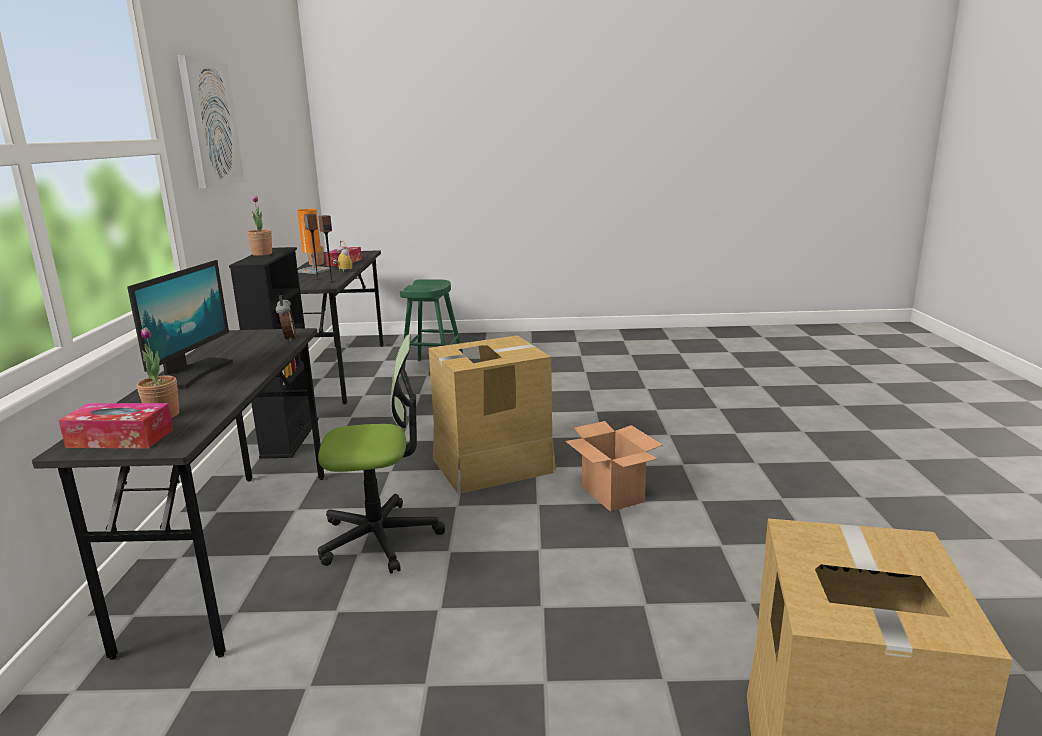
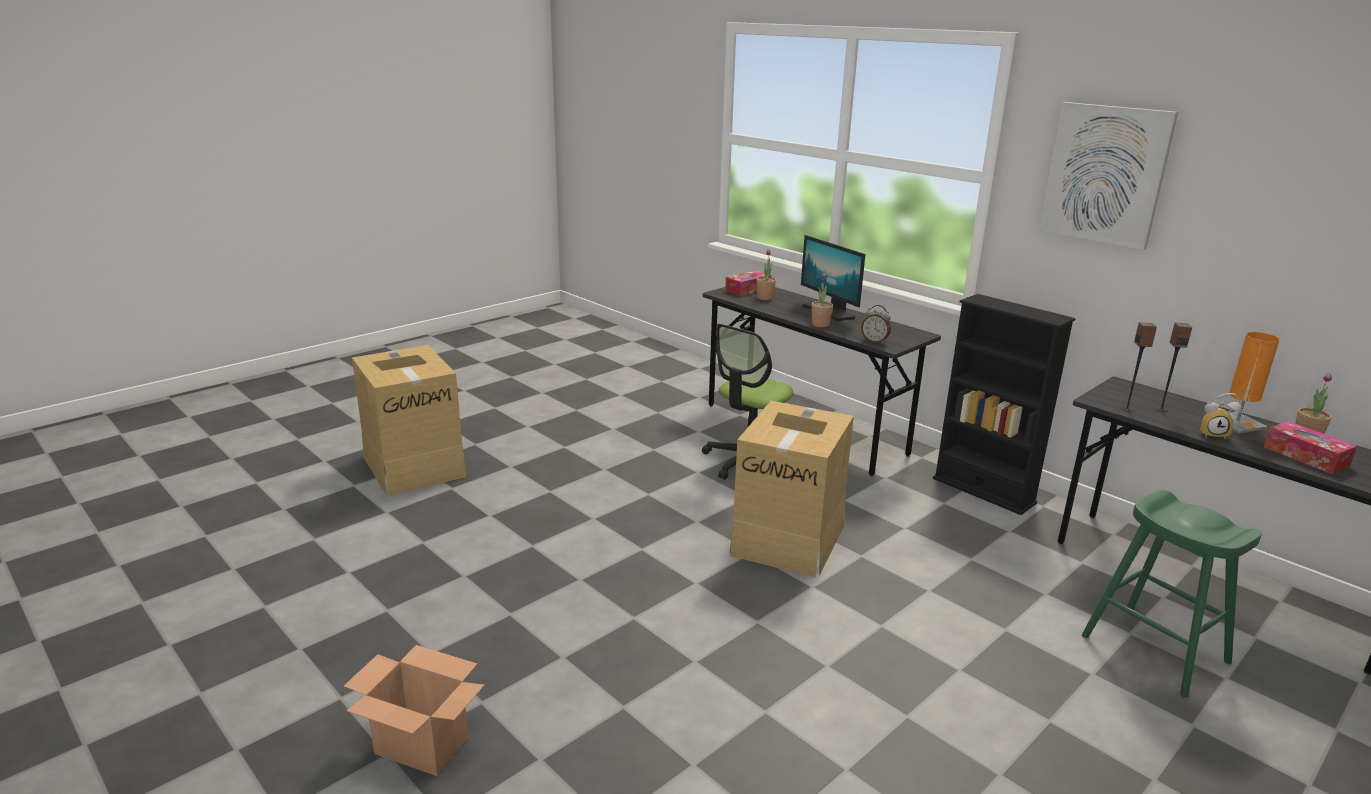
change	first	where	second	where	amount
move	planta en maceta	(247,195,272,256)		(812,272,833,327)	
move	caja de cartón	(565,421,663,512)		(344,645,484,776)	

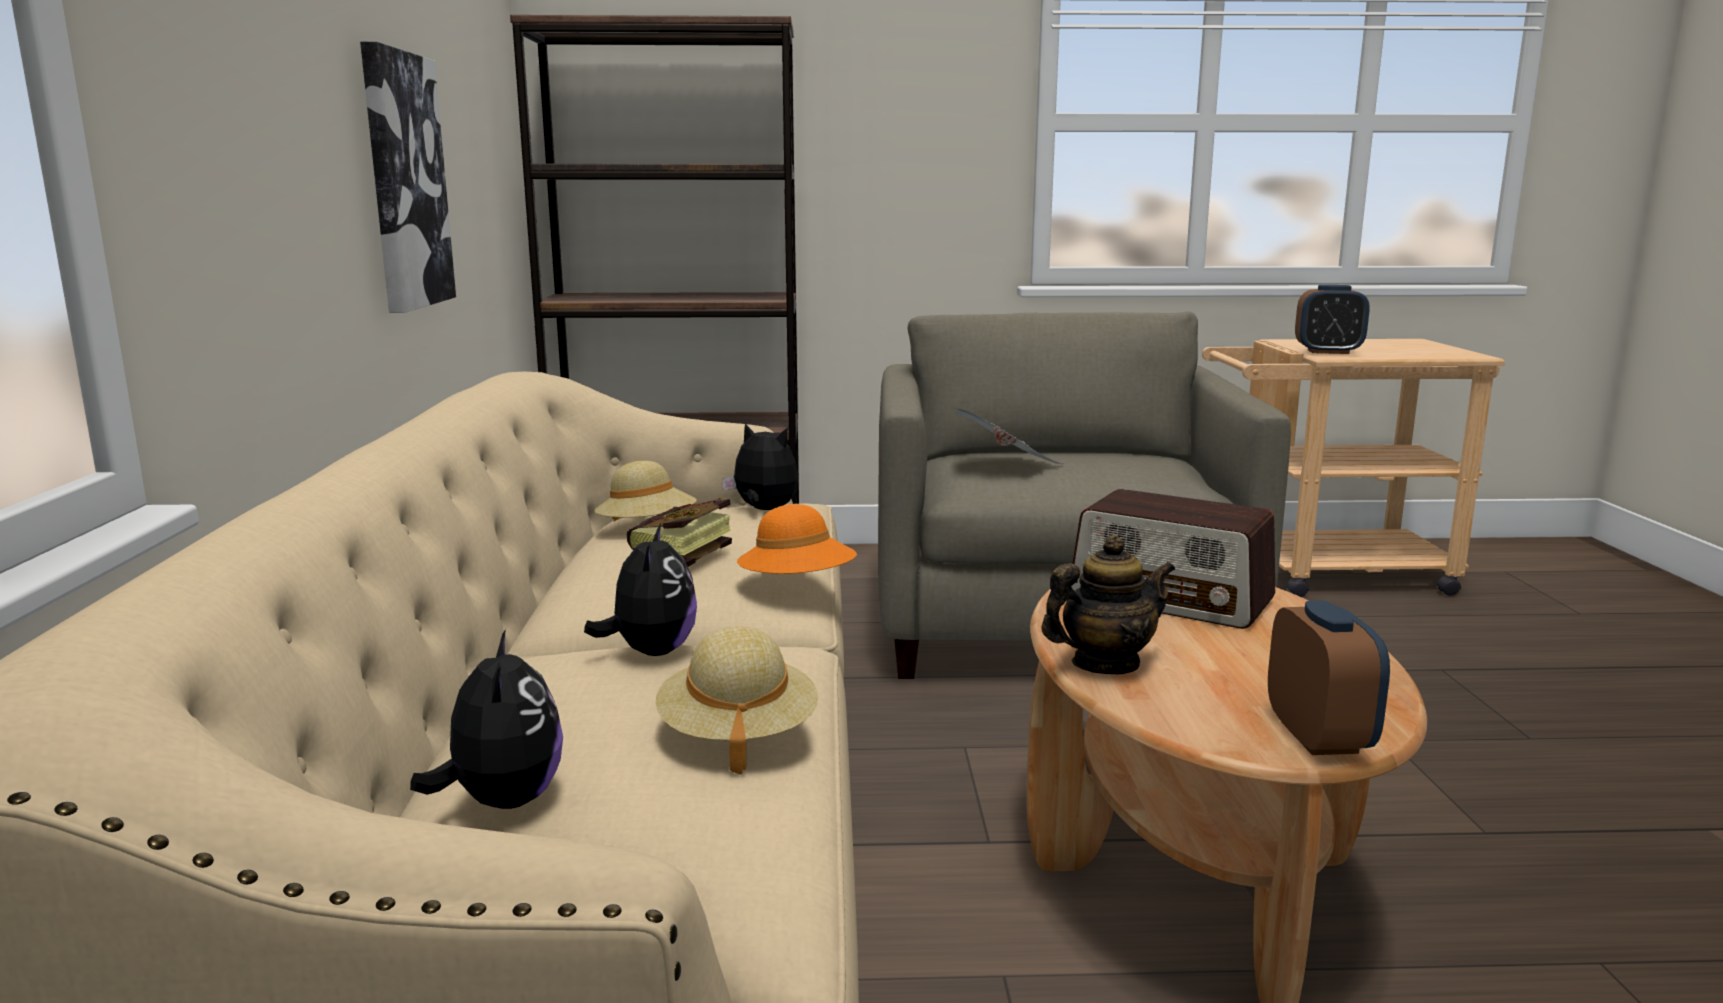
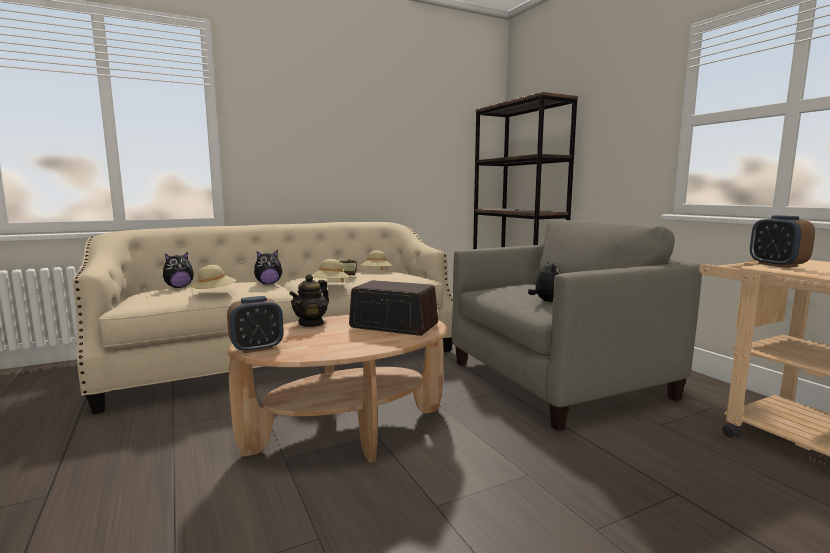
change	first	where	second	where	amount
delete	cuadro	(360,42,456,313)			
move	peluche	(722,423,799,510)		(528,260,561,302)	
recolor	sombrero/naranja	(737,504,857,574)	sombrero/beis	(312,259,350,283)	
delete	periódico	(953,408,1062,464)			
rotate	tetera	(1041,535,1175,674)		(289,274,329,327)	75 degrees clockwise
rotate	radio	(1071,489,1275,629)		(349,280,438,336)	105 degrees clockwise

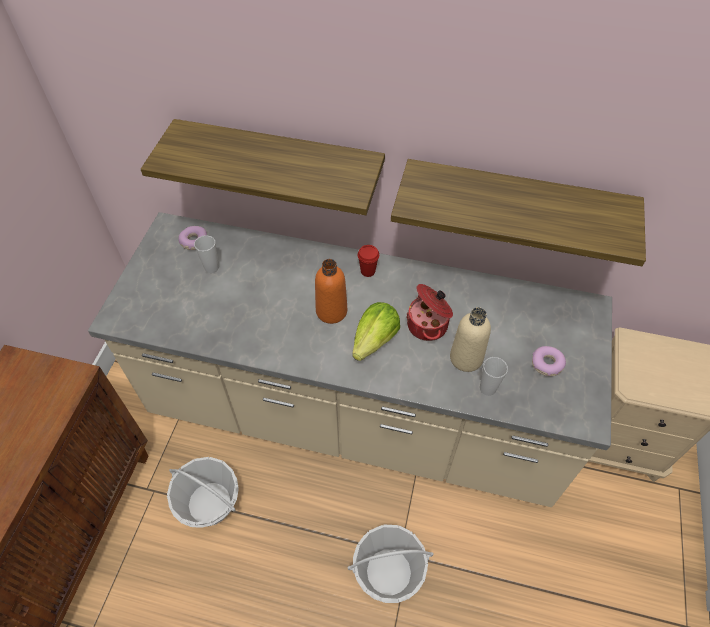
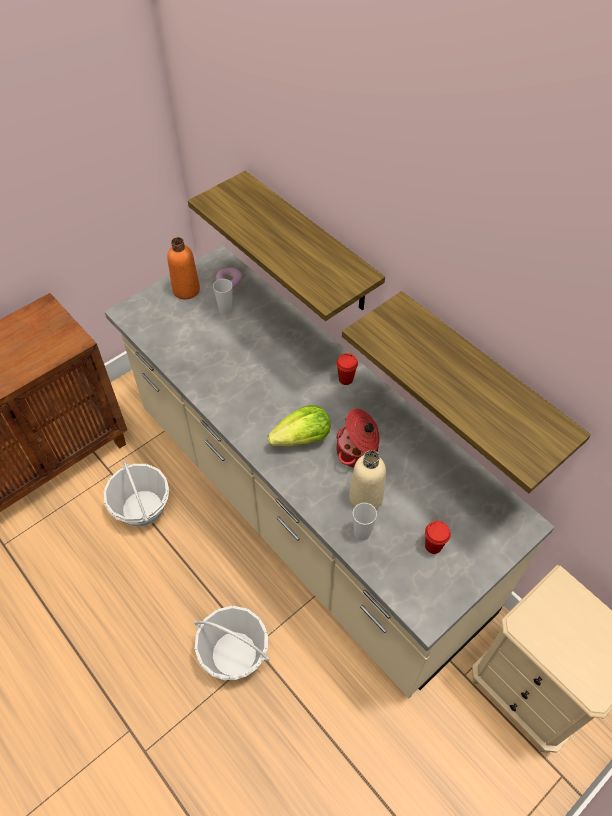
change	first	where	second	where	amount
move	botella/naranja	(315,259,347,324)		(167,237,200,299)	
replace	rosquilla	(532,346,566,376)	taza/rojo	(425,521,451,554)	

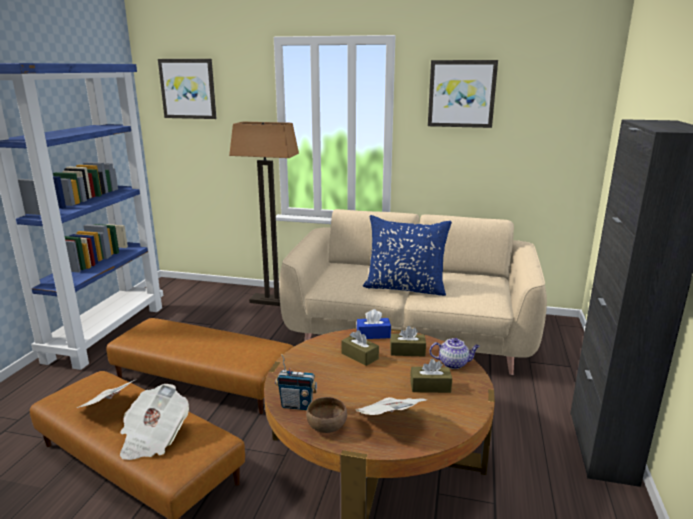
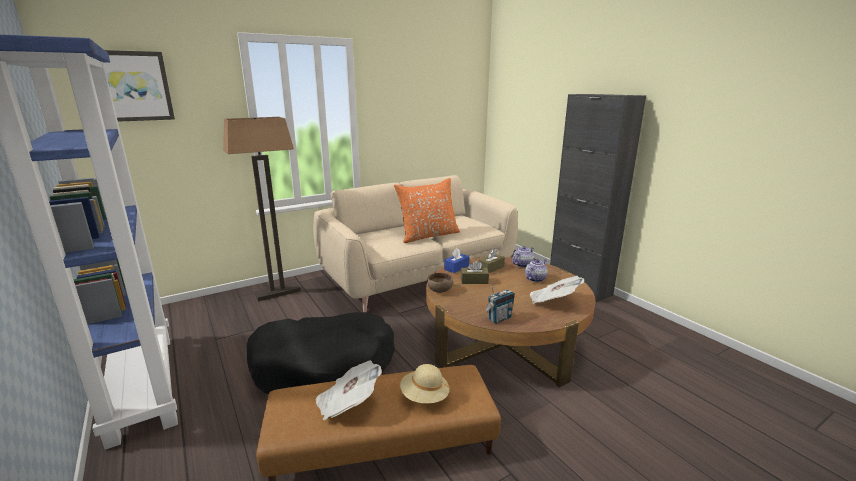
change	first	where	second	where	amount
replace	puf/marrón	(106,318,294,414)	cama para perro/negro	(247,312,395,395)	
replace	periódico	(120,384,189,460)	sombrero/beis	(400,364,450,403)	
move	cuenco/marrón	(306,397,347,433)		(427,273,453,293)	
recolor	cojín/azul	(363,215,452,296)	cojín/naranja	(394,178,460,243)	
replace	caja de pañuelos/marrón	(410,359,452,393)	tetera	(525,259,548,282)	
delete	cuadro	(428,60,498,128)			

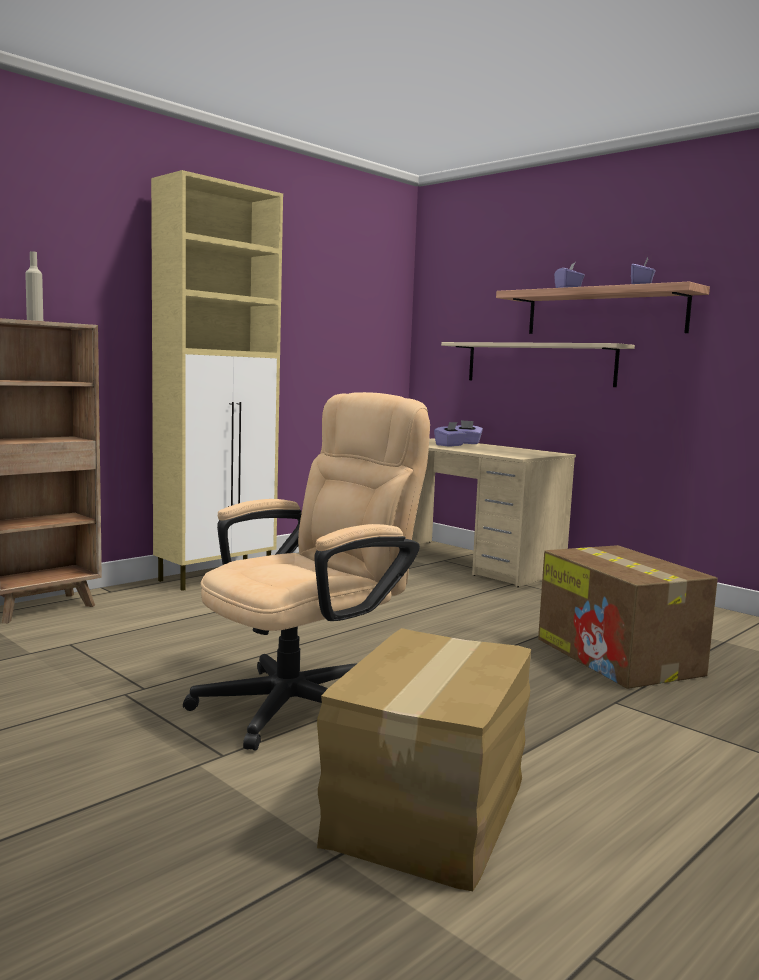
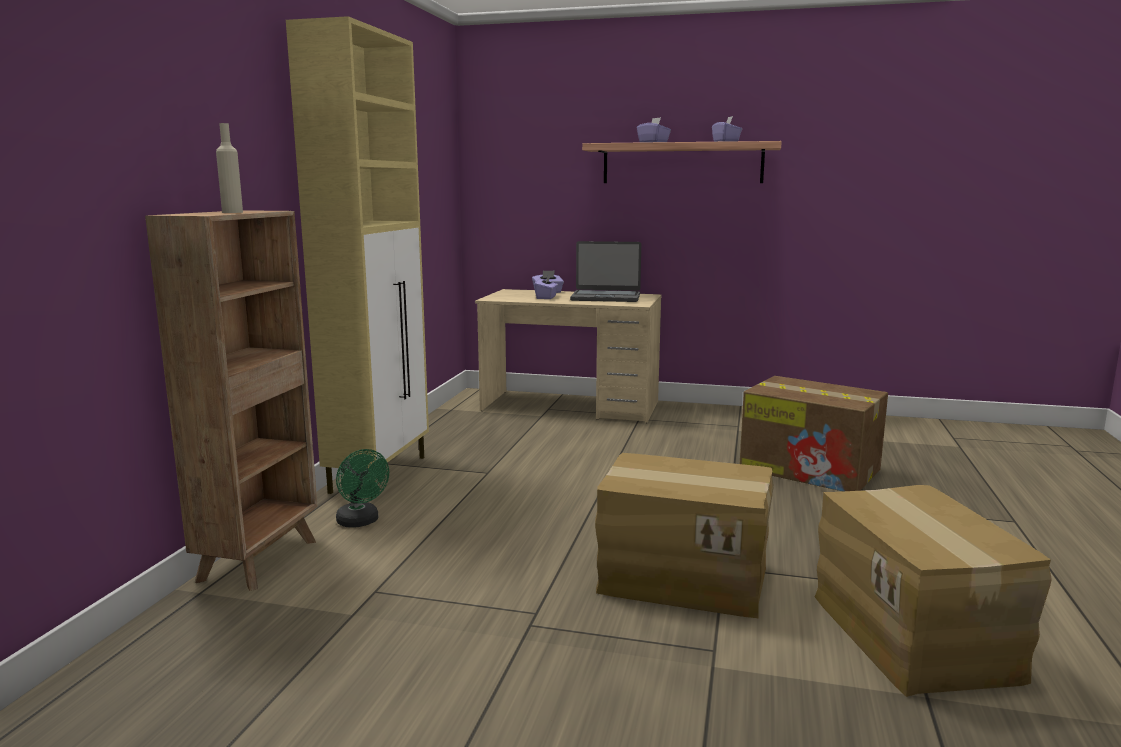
change	first	where	second	where	amount
replace	silla de oficina/beis	(183,392,430,750)	caja de cartón	(595,453,774,618)	
delete	estante/beis	(441,342,635,387)			
insert			ventilador/verde	(336,449,389,528)	
insert			portátil	(570,241,641,302)	

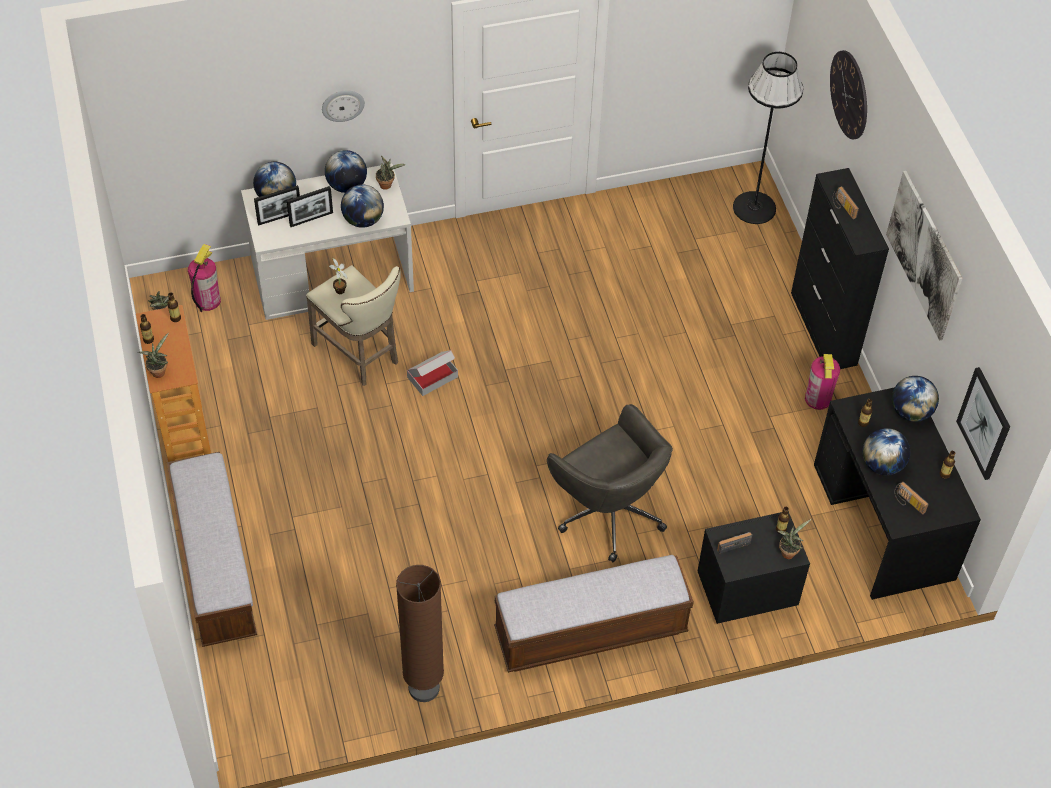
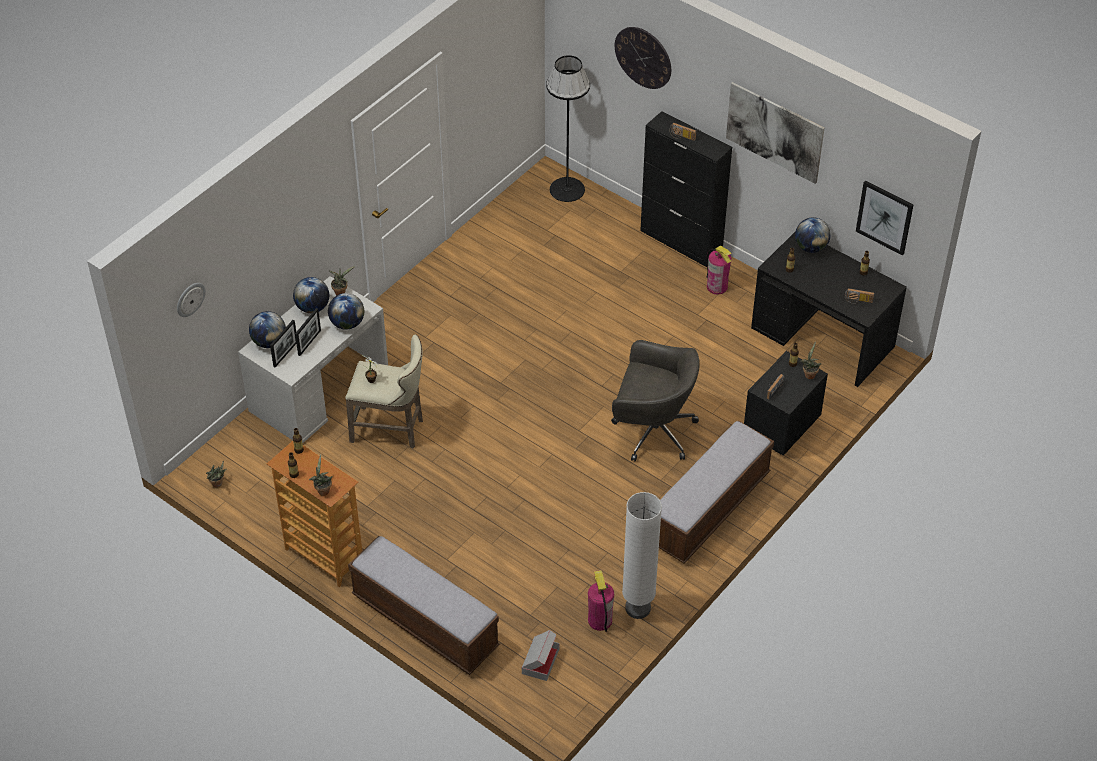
change	first	where	second	where	amount
move	extintor	(188,244,221,312)		(588,570,614,632)	
move	reloj de pared	(322,91,365,122)		(177,283,206,317)	
recolor	lámpara de pie/marrón	(396,565,444,702)	lámpara de pie/blanco	(622,492,662,619)	
move	caja de cartón	(407,350,458,396)		(522,630,559,681)	
delete	globo terráqueo	(863,428,910,475)			

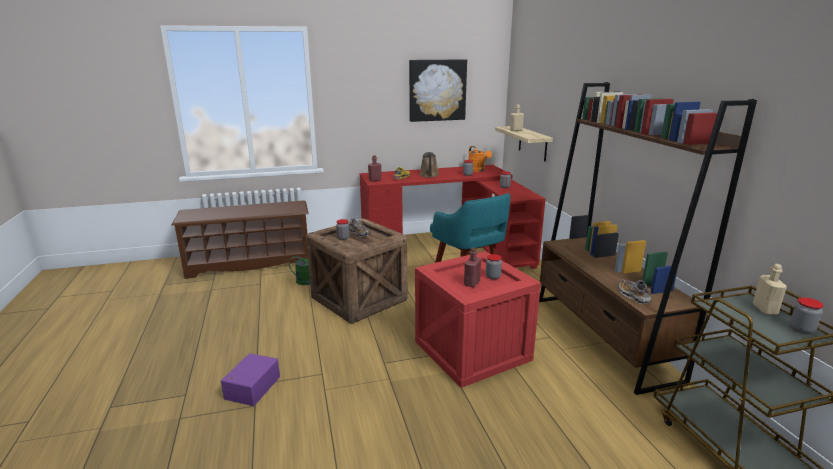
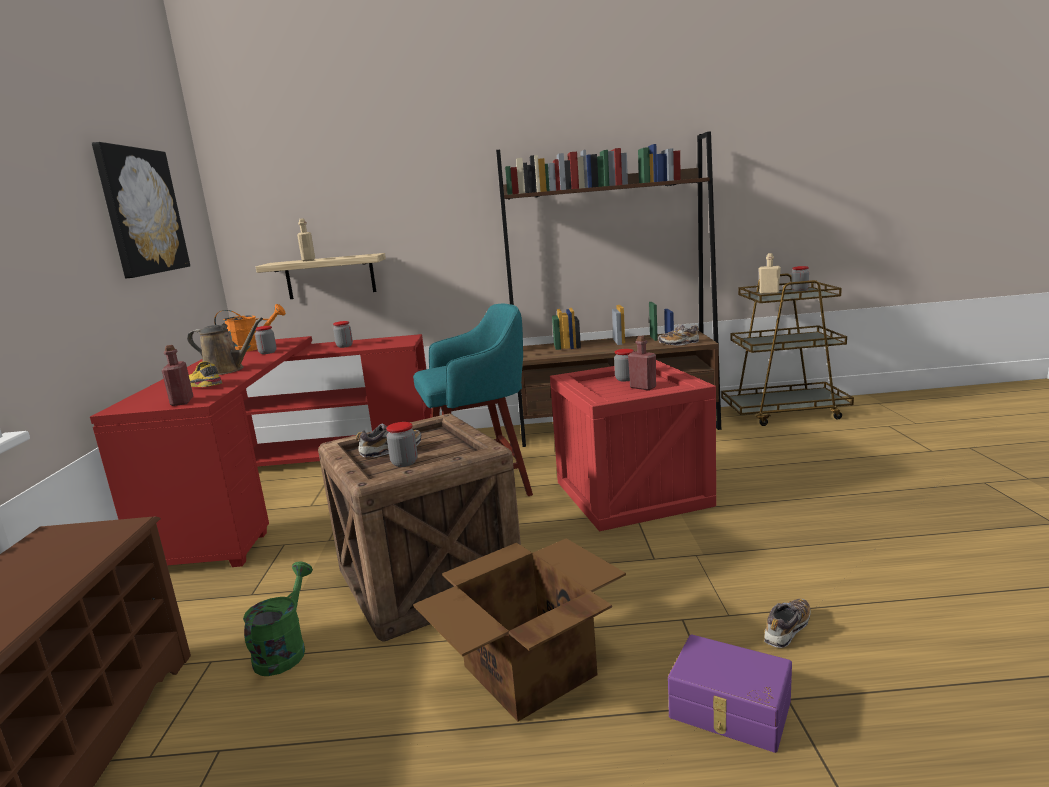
change	first	where	second	where	amount
insert			caja de cartón	(413,538,626,722)	
insert			zapato	(764,599,811,648)	

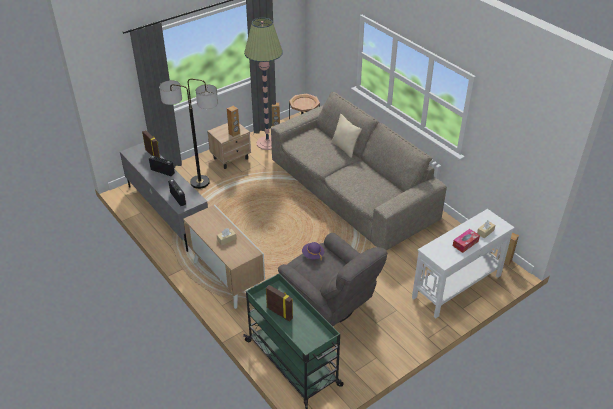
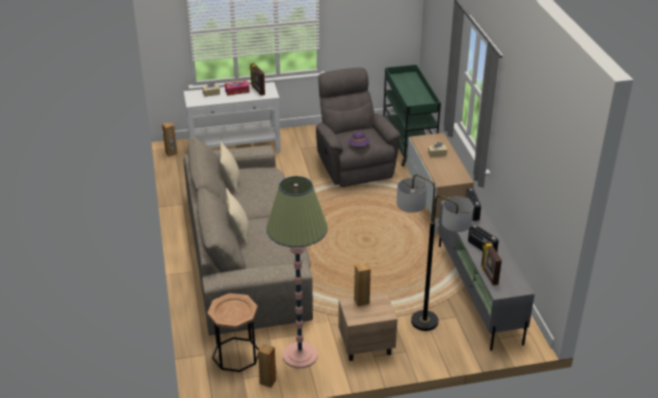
change	first	where	second	where	amount
move	portarretratos	(266,285,293,322)		(250,63,265,96)	
insert			cojín/beis	(219,140,240,193)	

